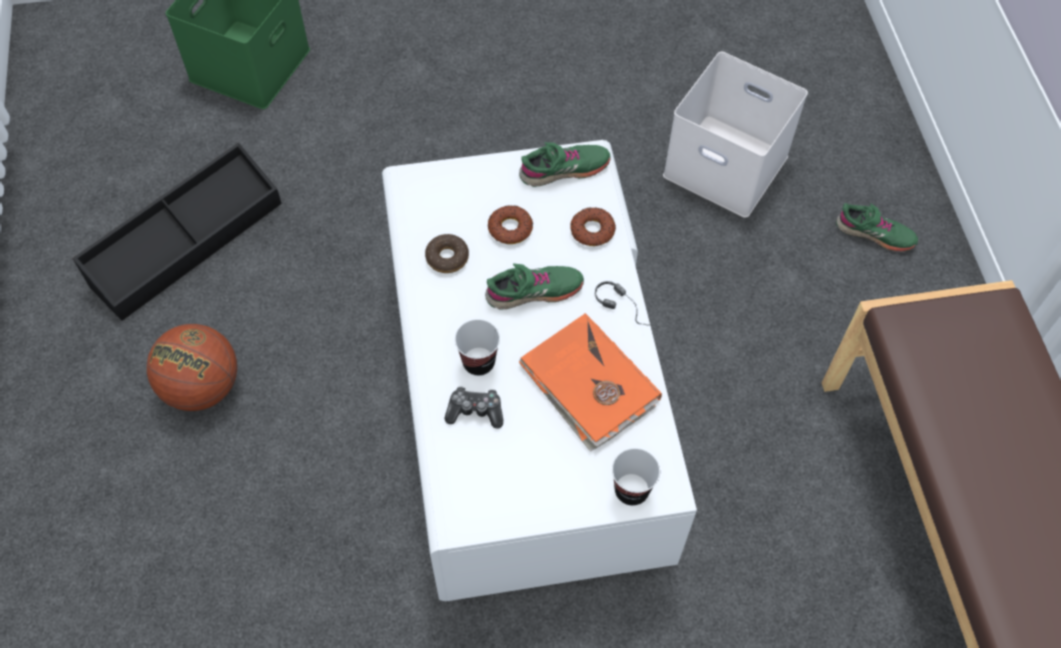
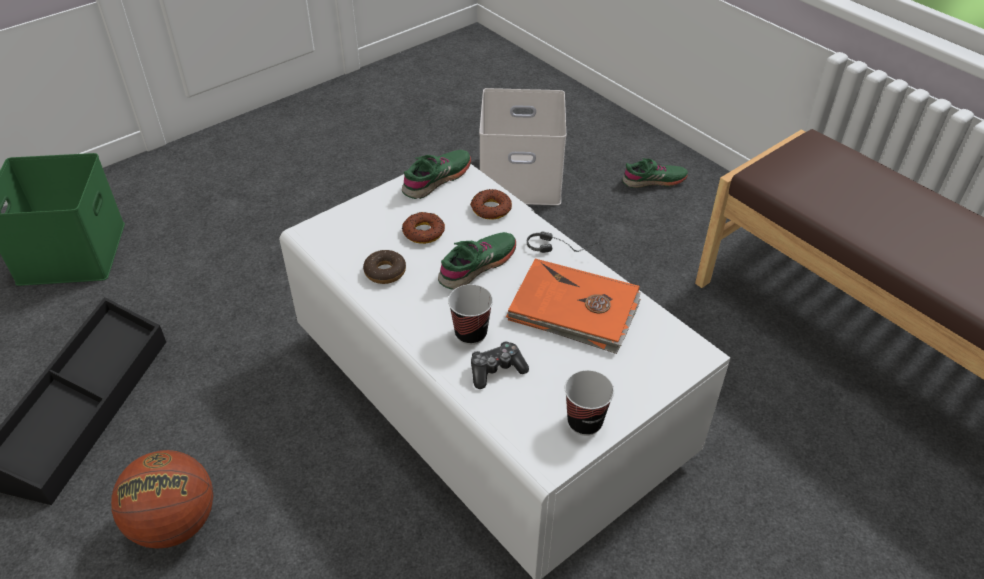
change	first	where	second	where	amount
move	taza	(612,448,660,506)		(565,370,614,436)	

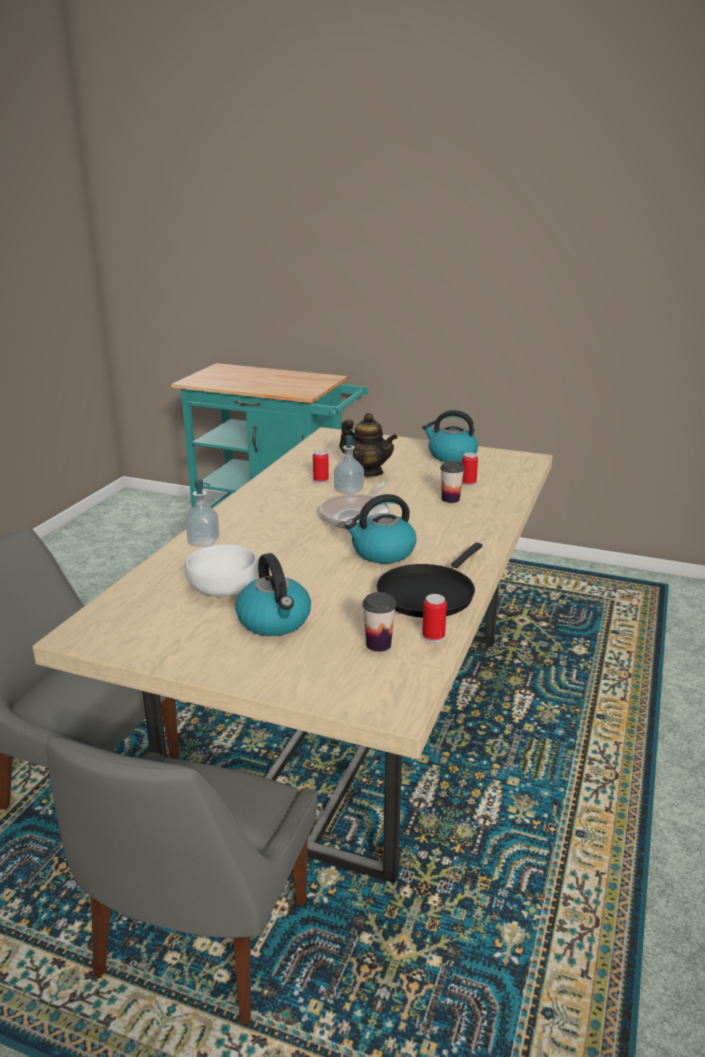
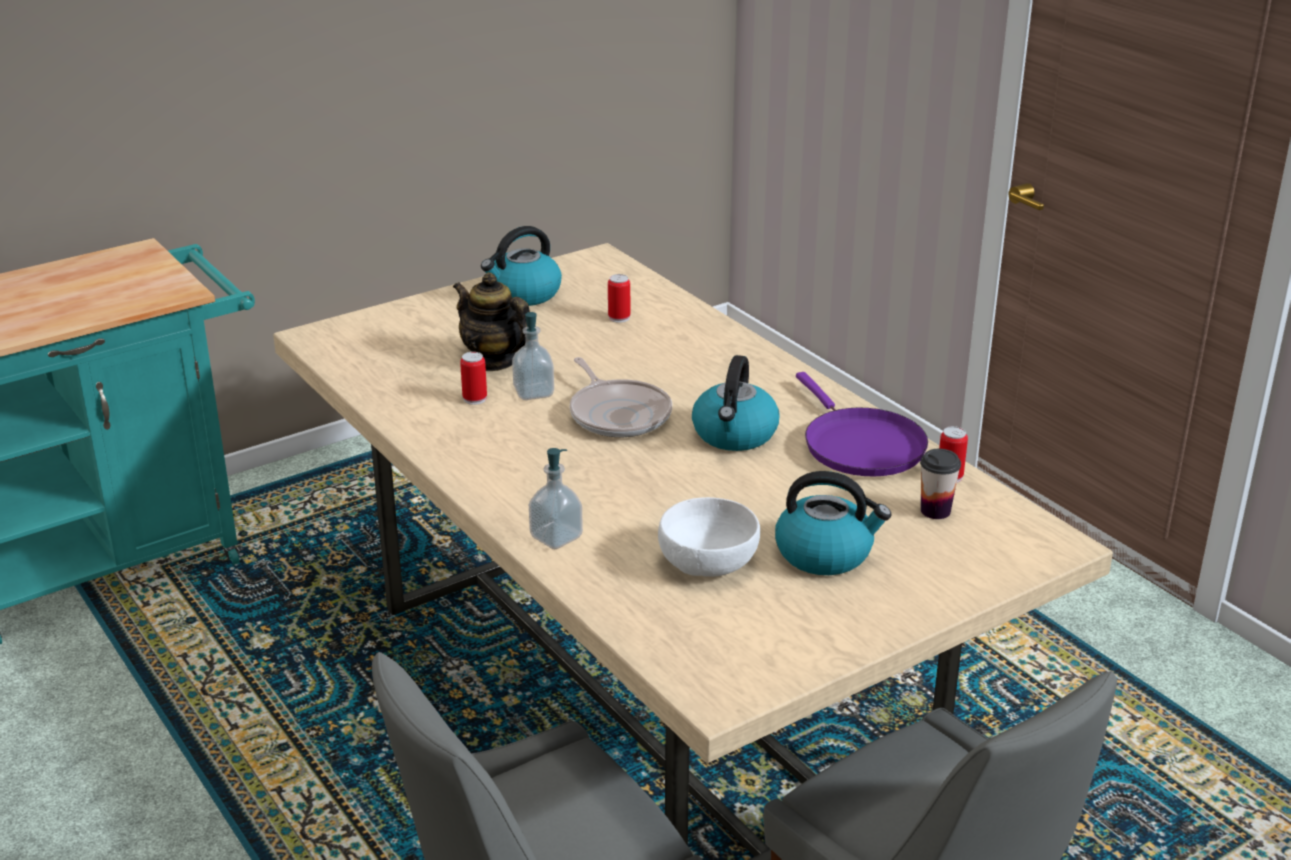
change	first	where	second	where	amount
rotate	tetera	(339,413,397,477)		(453,272,530,371)	120 degrees counterclockwise
recolor	sartén/negro	(376,542,482,618)	sartén/morado	(796,372,928,476)	
delete	taza	(440,461,464,503)			

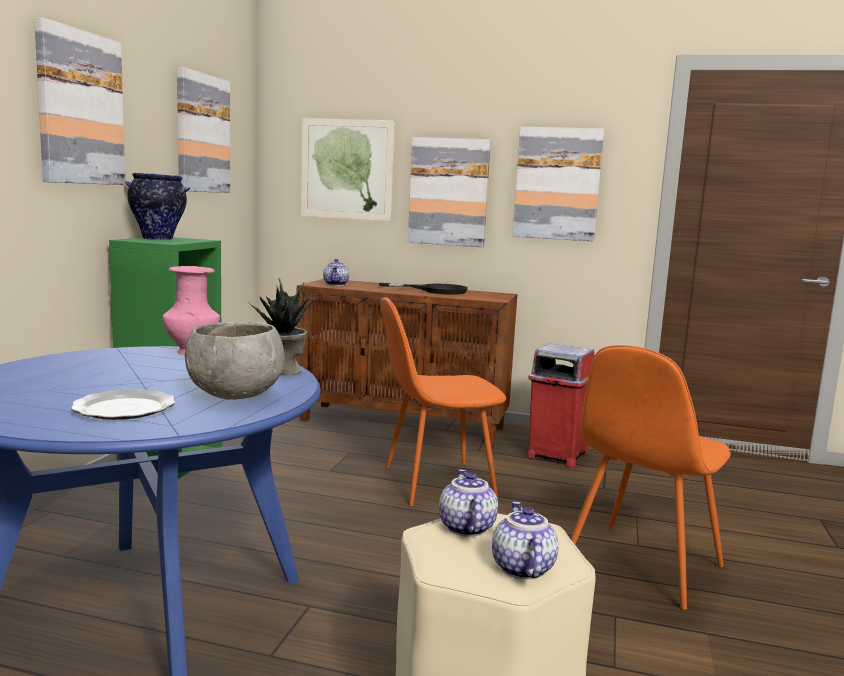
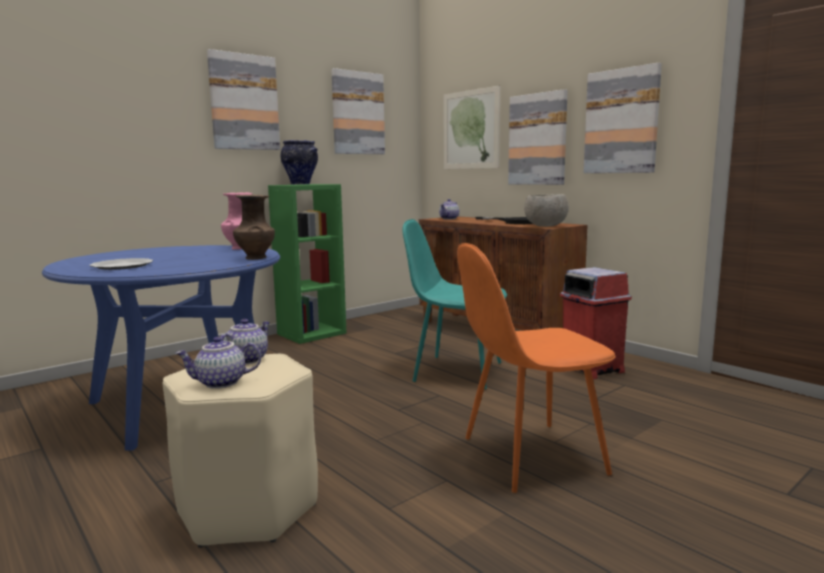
change	first	where	second	where	amount
move	cuenco/gris	(185,321,285,400)		(524,194,569,227)	
replace	planta en maceta	(248,278,313,375)	florero/marrón	(233,195,275,260)	
recolor	silla/naranja	(381,297,506,506)	silla/turquesa	(403,219,507,389)	
rotate	tetera	(492,502,559,579)		(175,337,261,389)	135 degrees counterclockwise

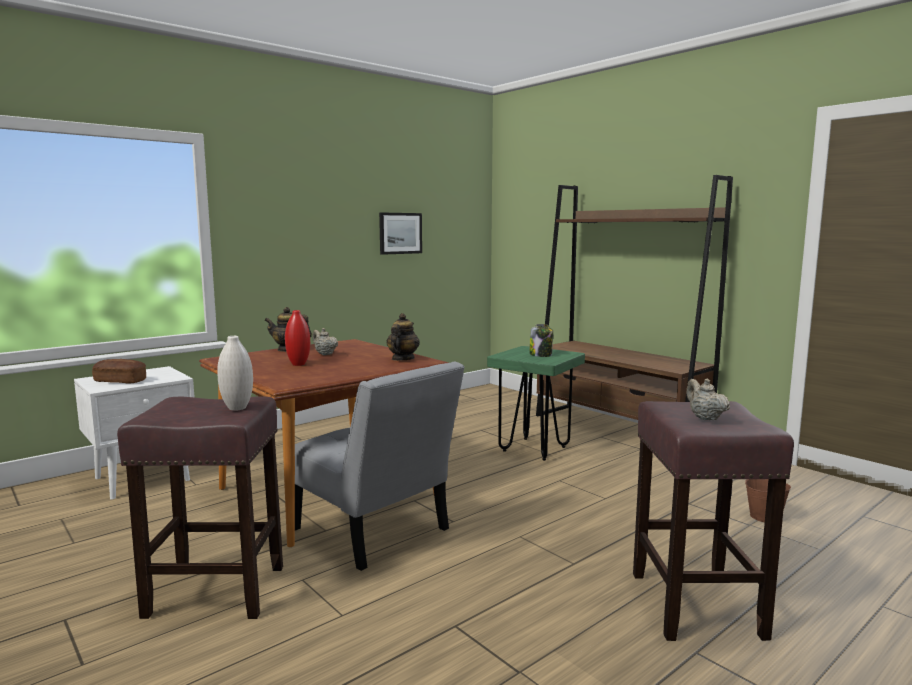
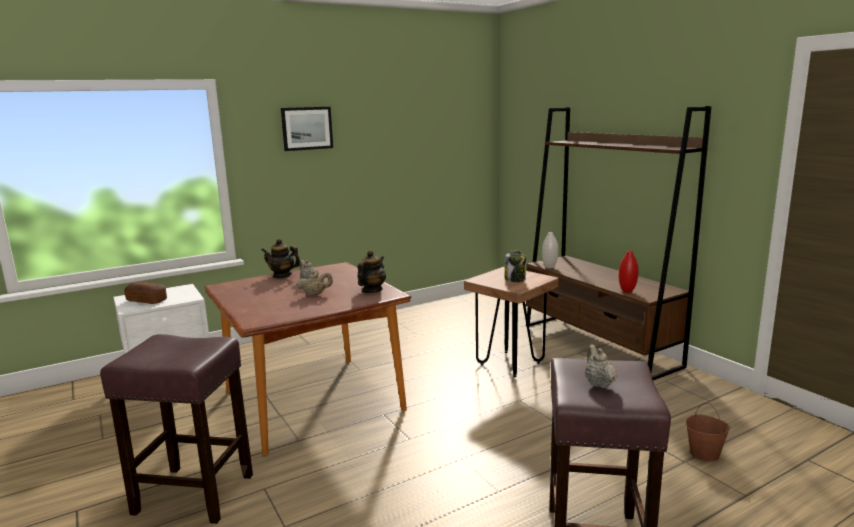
change	first	where	second	where	amount
move	florero/blanco	(217,336,253,411)		(542,232,558,268)	
move	florero/rojo	(285,310,310,366)		(619,251,639,293)	
delete	silla/gris	(295,362,465,571)			
move	cuadro	(379,213,422,255)		(281,107,333,151)	
recolor	taburete/verde	(487,346,585,461)	taburete/marrón	(464,267,559,377)	
insert			tetera/beis	(296,270,333,296)	

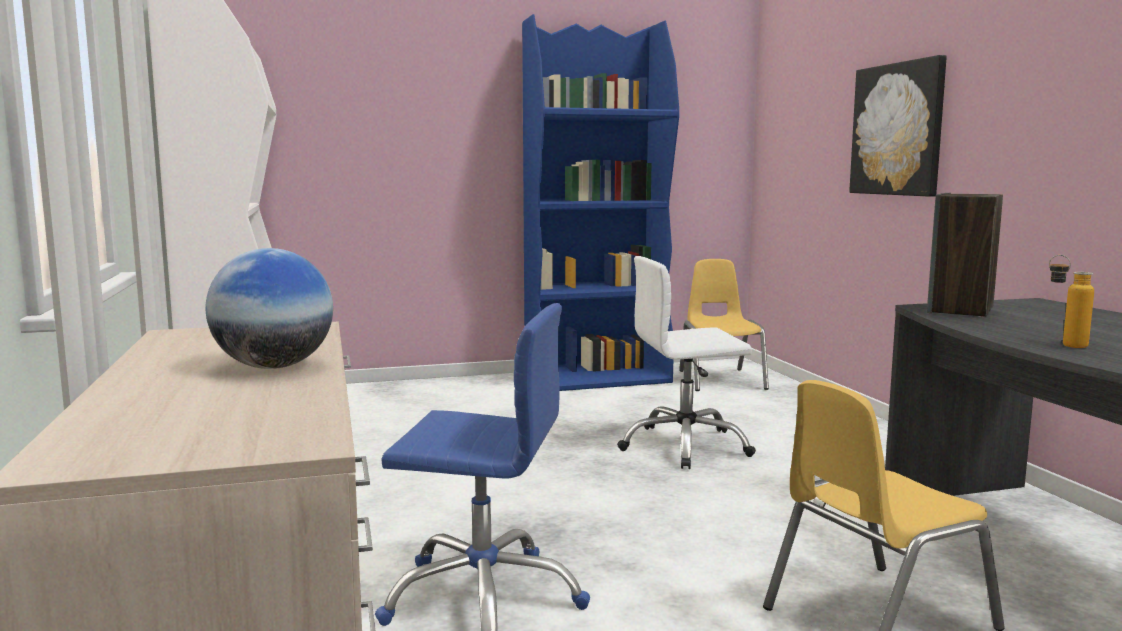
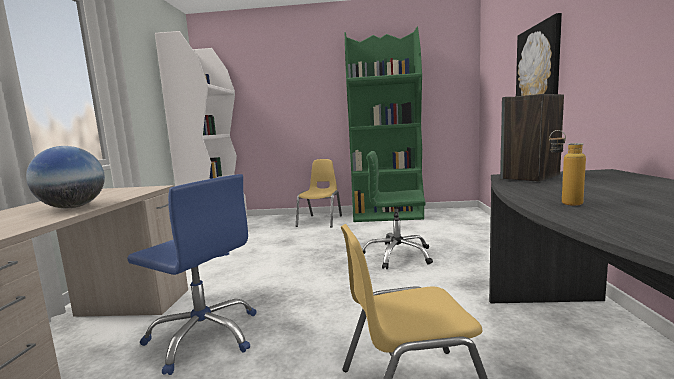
change	first	where	second	where	amount
recolor	estantería/azul	(522,14,679,391)	estantería/verde	(345,26,424,222)	
recolor	silla de oficina/blanco	(617,256,756,469)	silla de oficina/verde	(362,151,433,269)	
move	silla/amarillo	(679,259,769,391)		(296,159,342,228)	

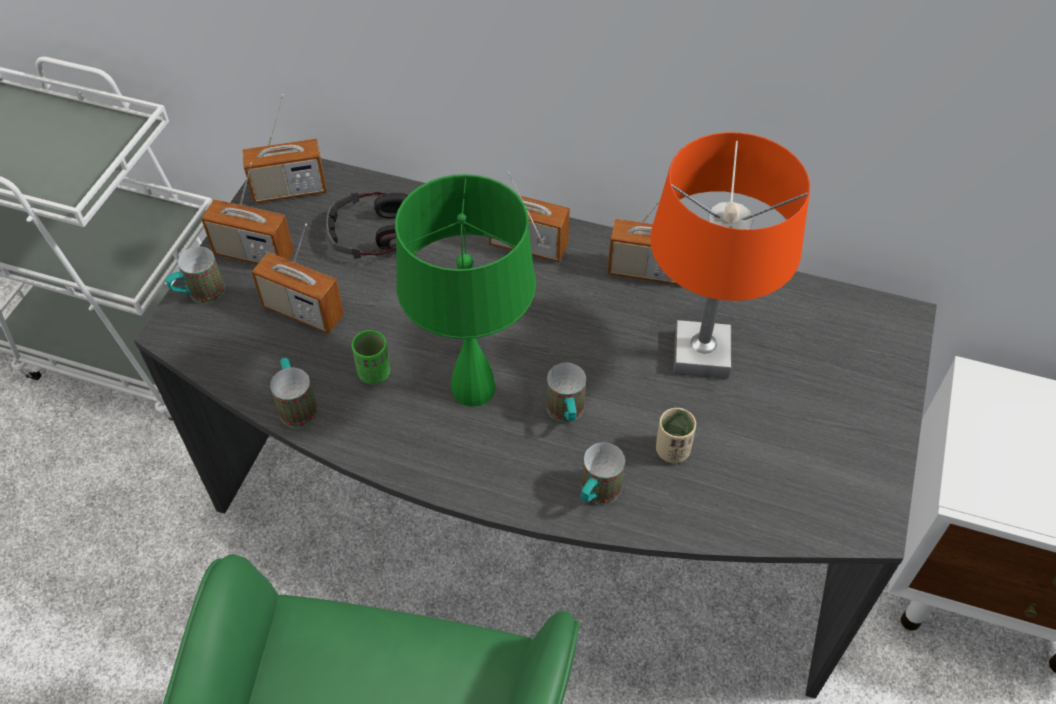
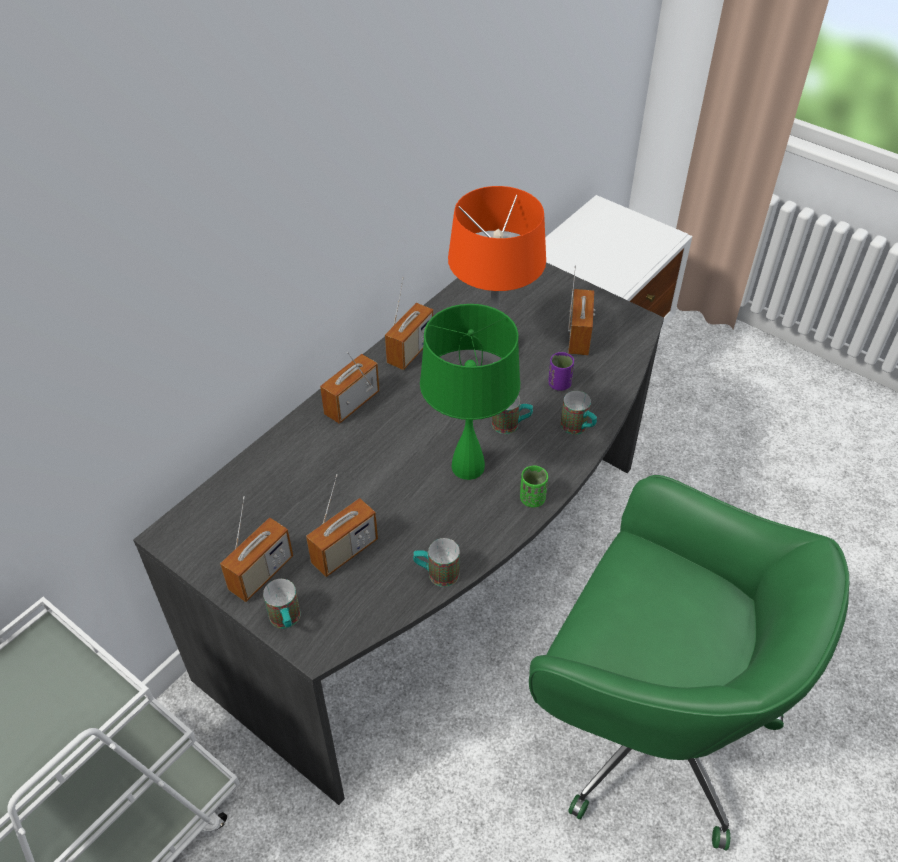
change	first	where	second	where	amount
move	radio	(242,94,327,203)		(568,265,595,355)	
delete	auriculares	(326,192,408,259)			
move	taza/verde	(351,330,390,384)		(520,466,548,508)	
recolor	taza/beis	(656,408,696,463)	taza/morado	(548,352,574,391)	

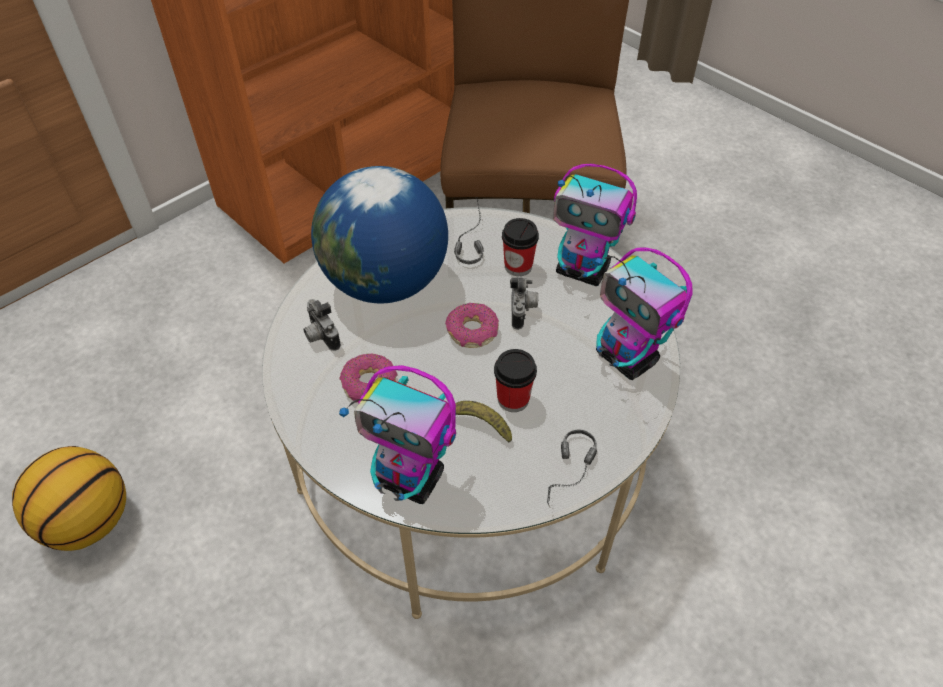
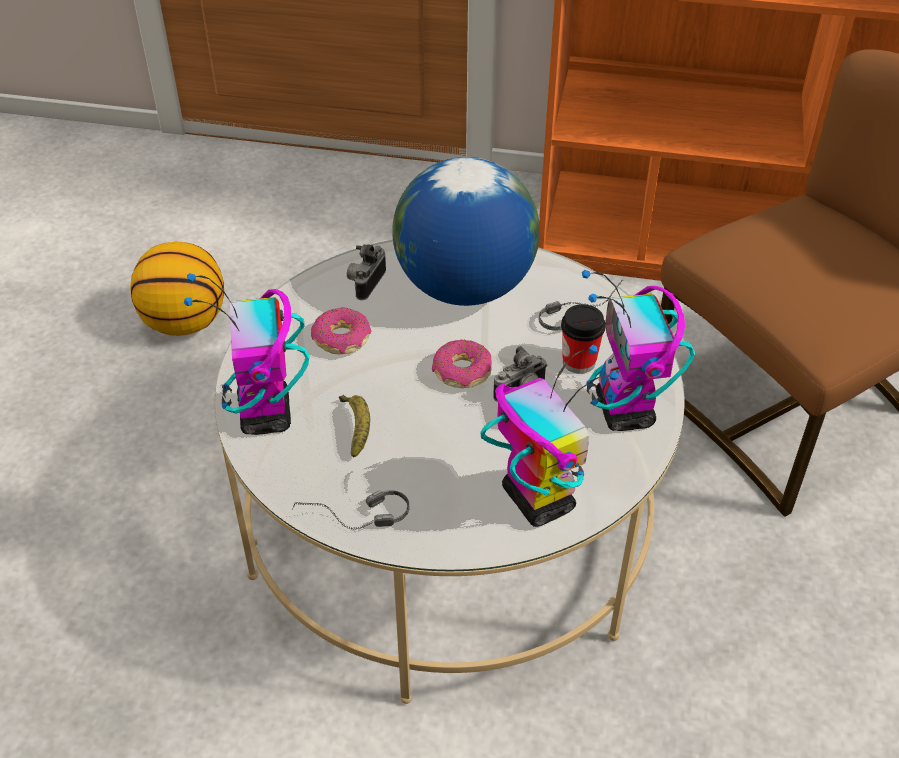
change	first	where	second	where	amount
delete	taza	(494,349,537,412)			
rotate	robot de juguete	(595,247,692,380)		(480,345,619,527)	135 degrees clockwise

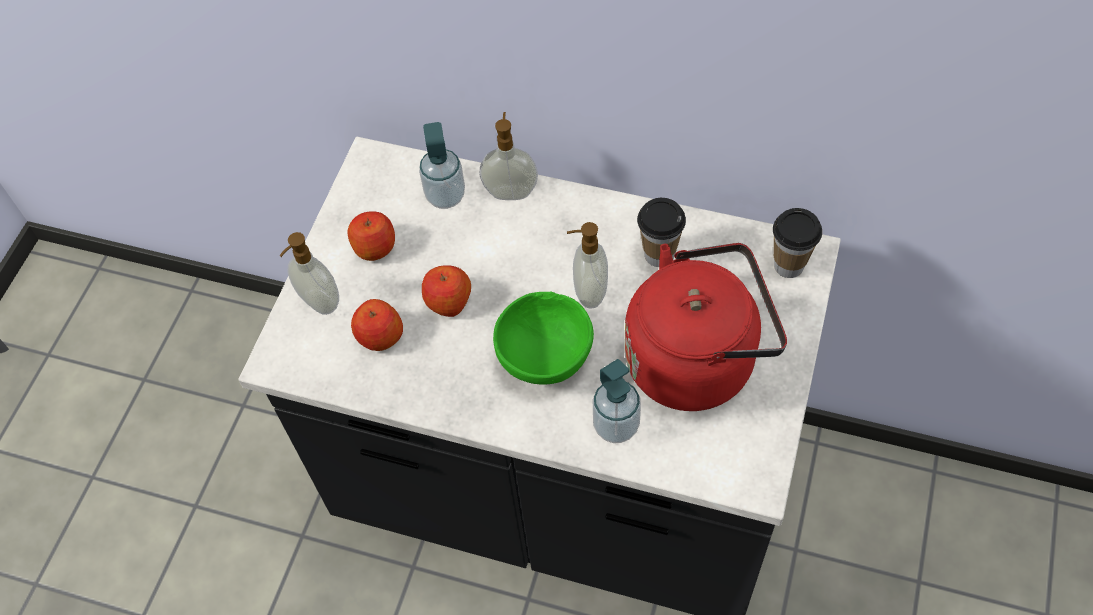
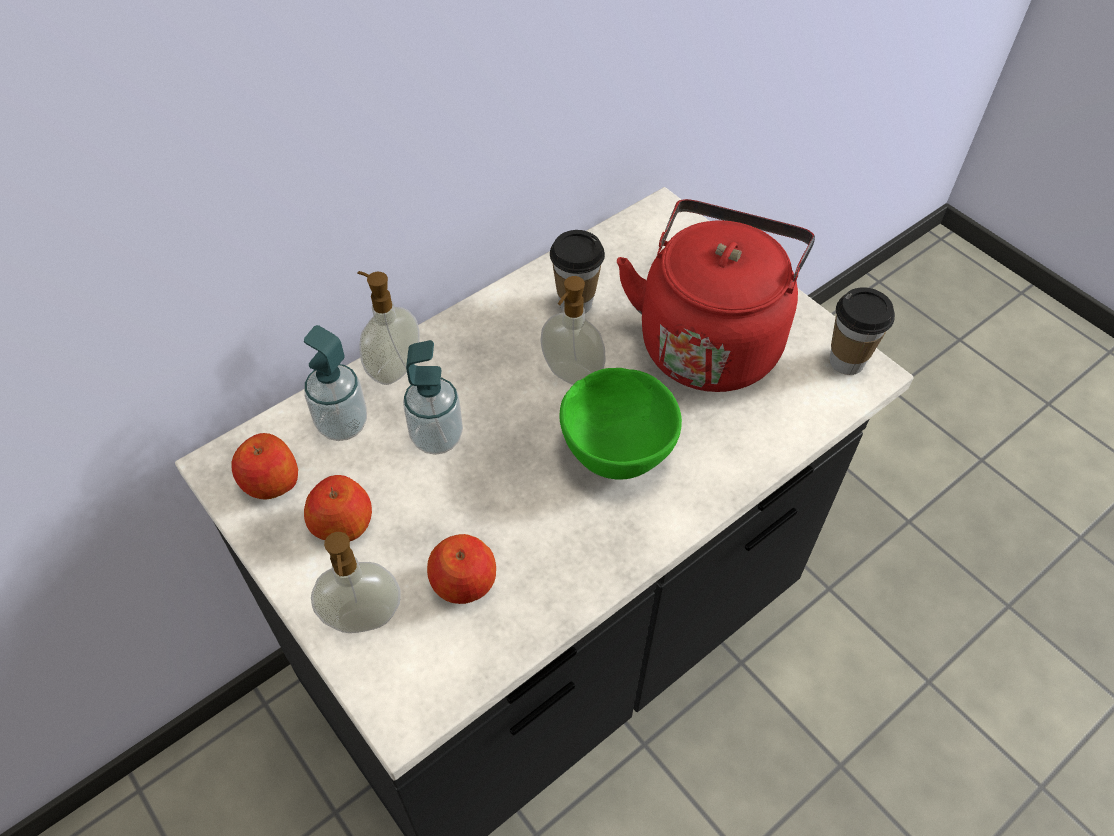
change	first	where	second	where	amount
move	manzana	(422,265,471,317)		(231,433,298,499)	
move	dispensador de jabón	(593,359,641,443)		(403,340,463,455)	
move	taza	(773,208,822,278)		(829,287,895,375)	

